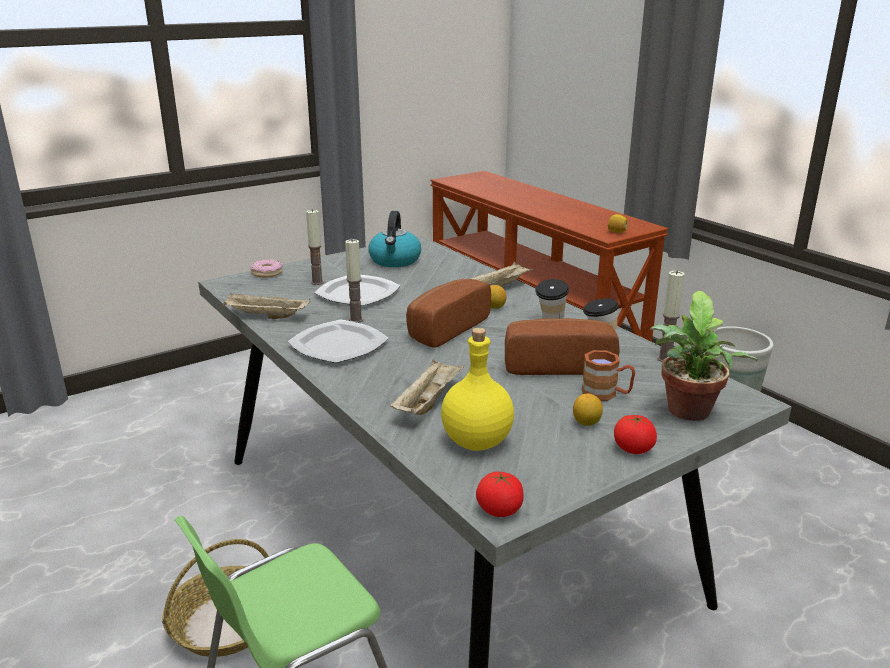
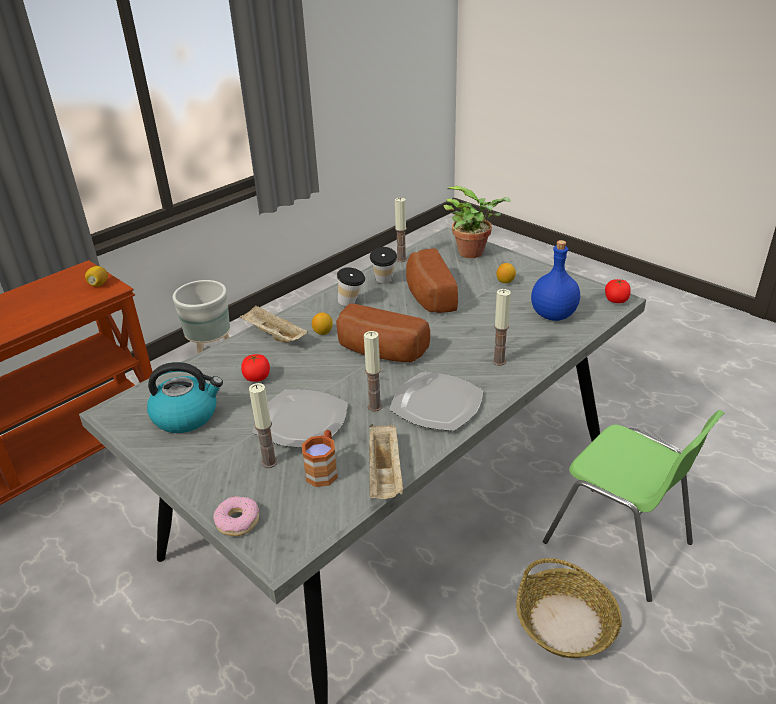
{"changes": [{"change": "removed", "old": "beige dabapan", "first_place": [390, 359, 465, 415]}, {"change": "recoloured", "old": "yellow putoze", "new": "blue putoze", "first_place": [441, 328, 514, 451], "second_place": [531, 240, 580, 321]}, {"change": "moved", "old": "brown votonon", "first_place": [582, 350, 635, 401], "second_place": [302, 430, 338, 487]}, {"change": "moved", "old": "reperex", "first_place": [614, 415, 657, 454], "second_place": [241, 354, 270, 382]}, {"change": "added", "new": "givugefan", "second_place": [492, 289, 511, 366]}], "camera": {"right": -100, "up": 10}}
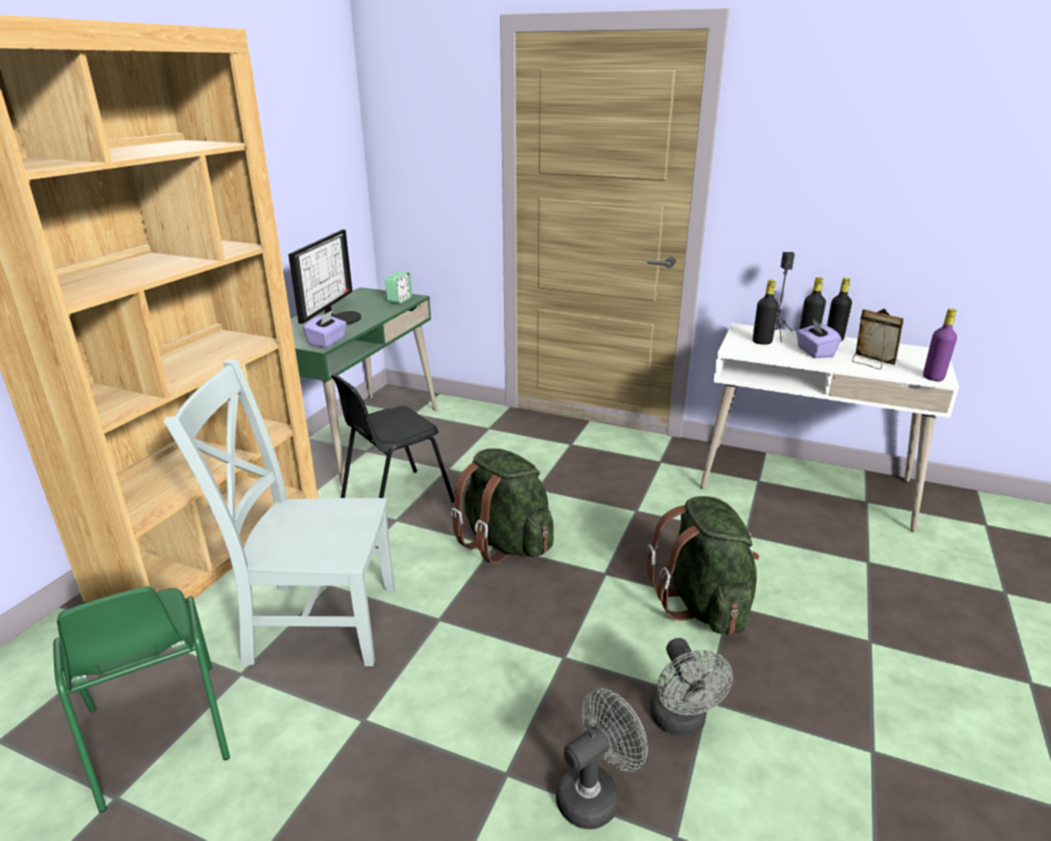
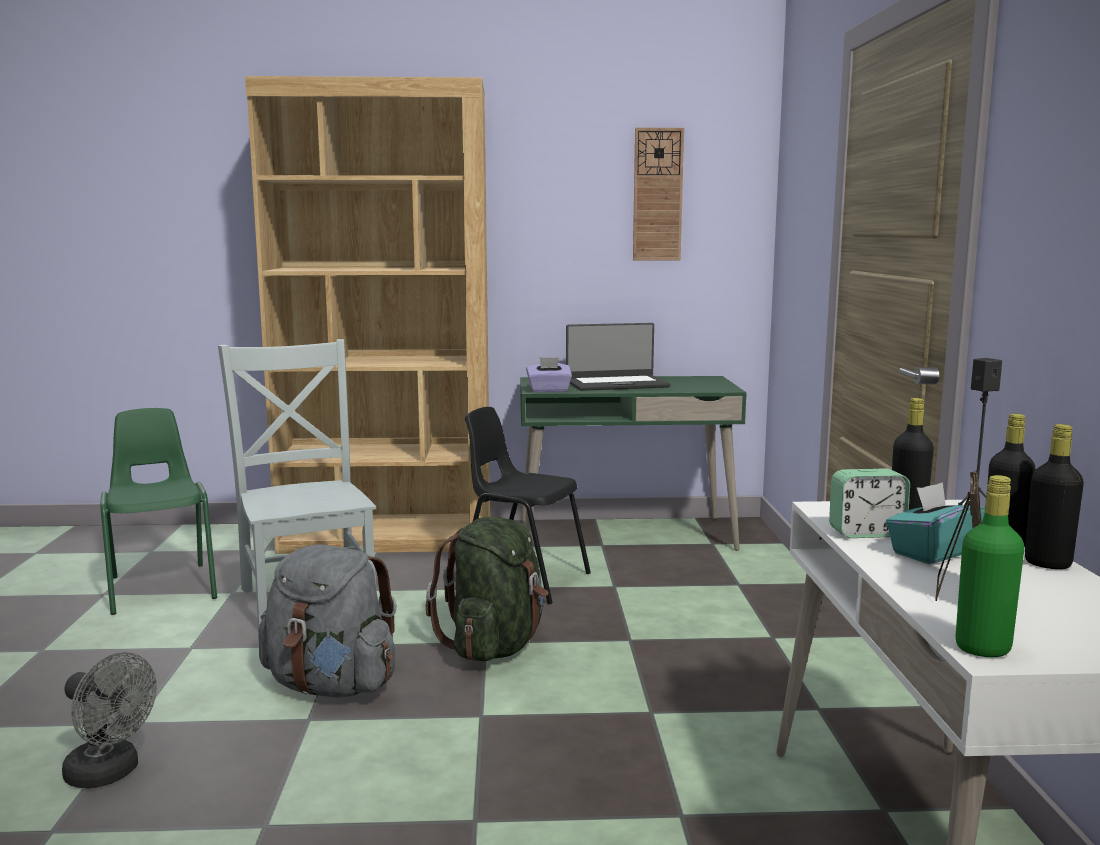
{"changes": [{"change": "turned", "old": "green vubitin", "first_place": [53, 586, 230, 813], "second_place": [100, 408, 217, 615], "degrees": 120}, {"change": "replaced", "old": "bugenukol", "new": "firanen", "first_place": [288, 230, 361, 325], "second_place": [566, 323, 670, 391]}, {"change": "moved", "old": "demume", "first_place": [385, 272, 412, 304], "second_place": [829, 468, 910, 538]}, {"change": "removed", "old": "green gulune", "first_place": [647, 496, 759, 635]}, {"change": "removed", "old": "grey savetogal", "first_place": [650, 638, 733, 735]}, {"change": "recoloured", "old": "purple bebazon", "new": "turquoise bebazon", "first_place": [796, 319, 842, 358], "second_place": [886, 482, 985, 564]}, {"change": "recoloured", "old": "purple putoze", "new": "green putoze", "first_place": [923, 308, 957, 381], "second_place": [956, 475, 1025, 657]}, {"change": "added", "new": "grey gulune", "second_place": [258, 544, 396, 698]}, {"change": "added", "new": "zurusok", "second_place": [633, 128, 684, 261]}], "camera": {"right": 65, "up": -15}}
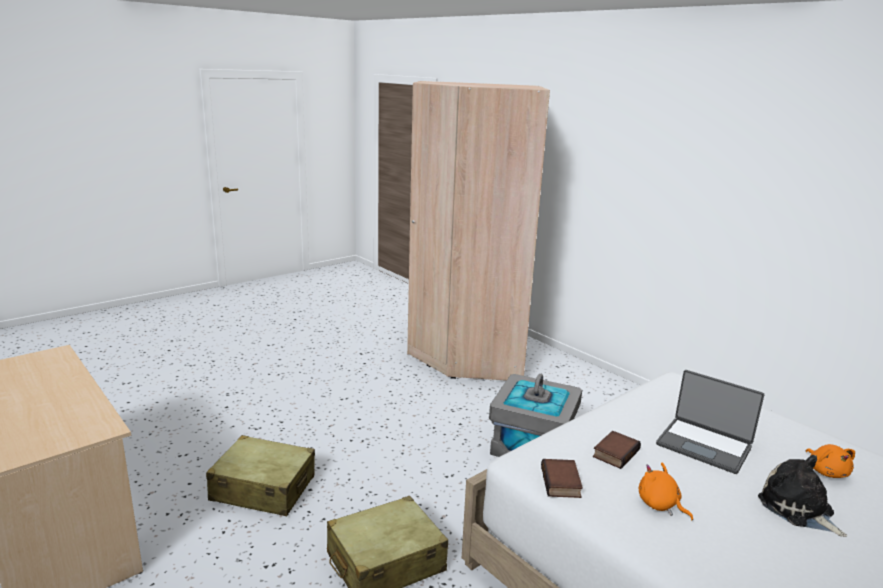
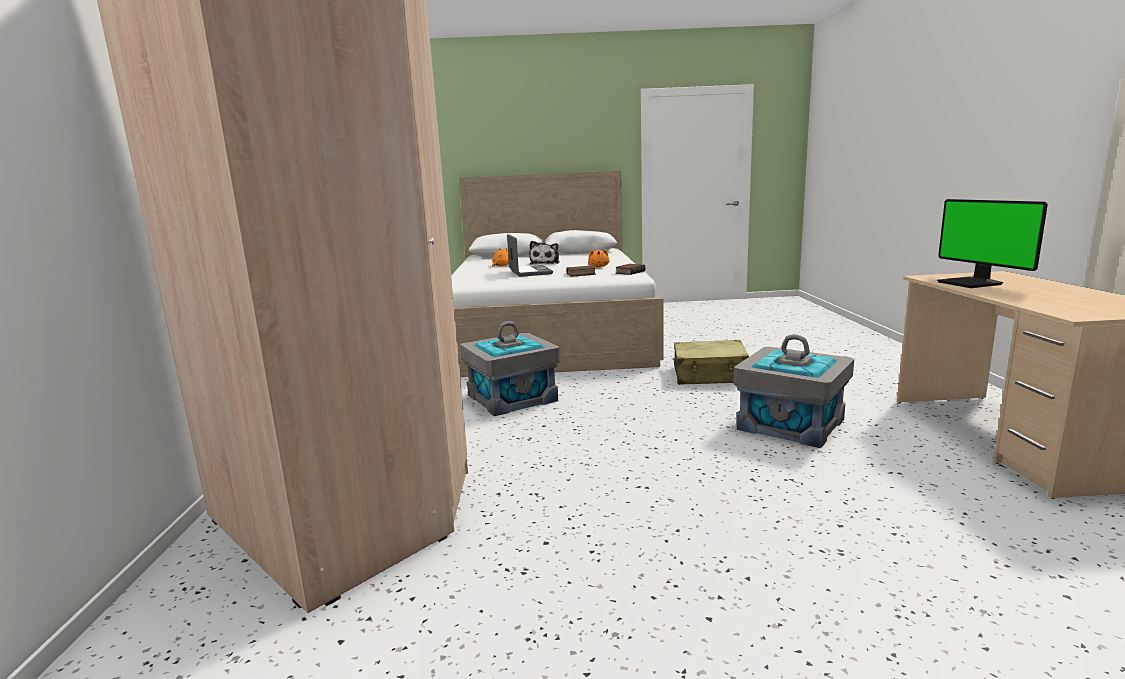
{"changes": [{"change": "replaced", "old": "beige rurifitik", "new": "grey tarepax", "first_place": [206, 435, 315, 516], "second_place": [733, 334, 854, 448]}, {"change": "added", "new": "bugenukol", "second_place": [937, 199, 1048, 288]}], "camera": {"right": -140, "up": -5}}
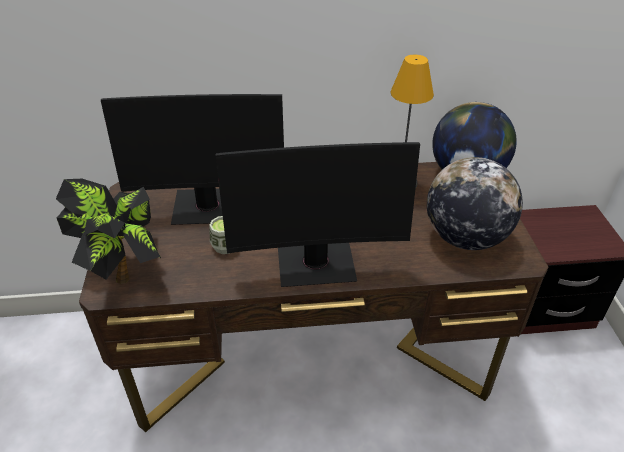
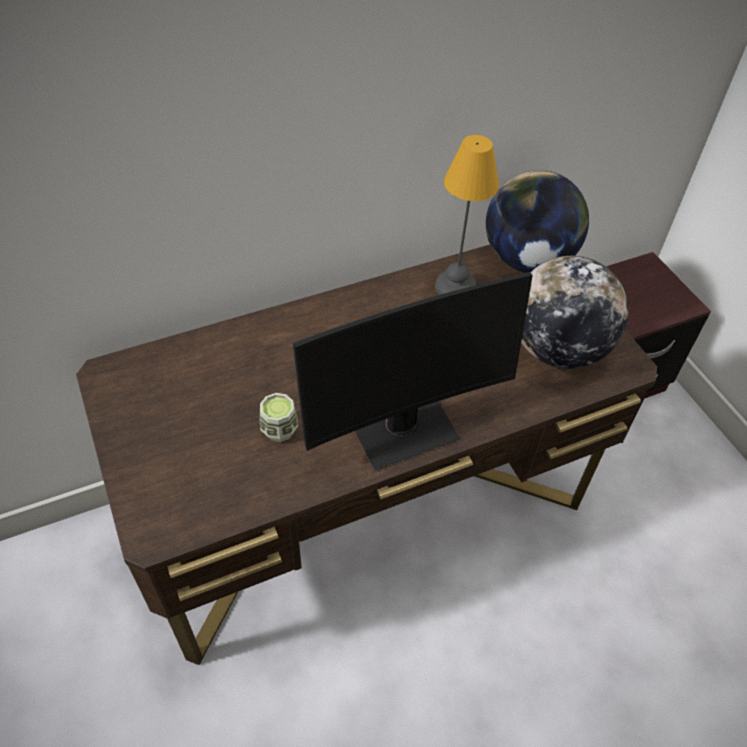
{"changes": [{"change": "removed", "old": "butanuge", "first_place": [56, 179, 161, 284]}, {"change": "removed", "old": "bugenukol", "first_place": [101, 94, 284, 225]}], "camera": {"right": -20, "up": 10}}
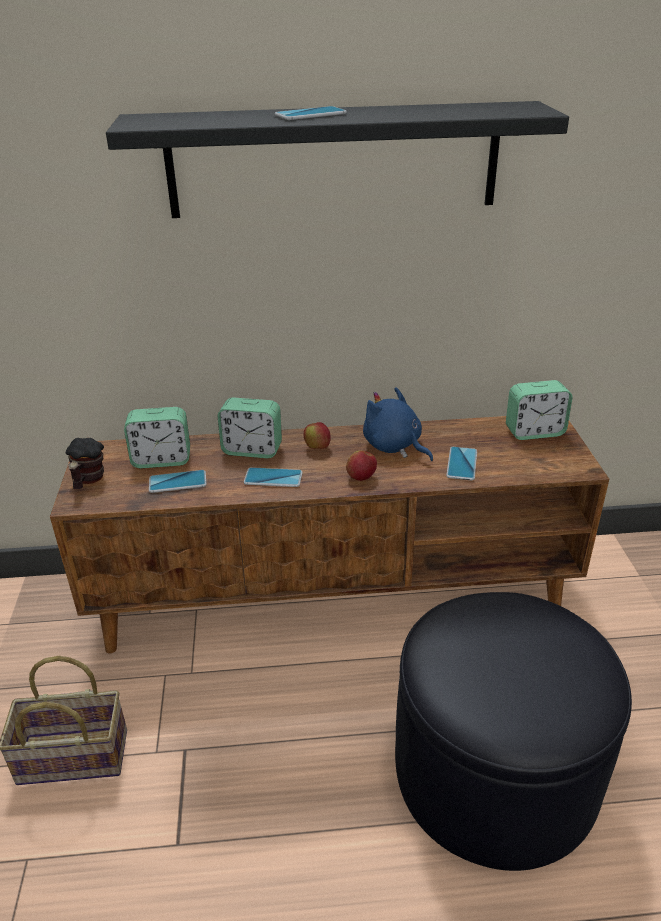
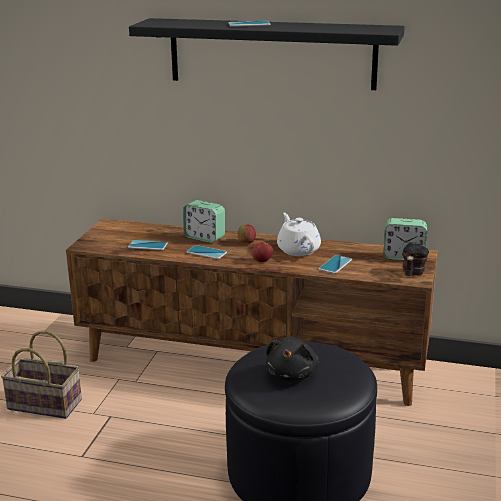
{"changes": [{"change": "moved", "old": "votonon", "first_place": [66, 438, 104, 489], "second_place": [403, 242, 429, 276]}, {"change": "removed", "old": "demume", "first_place": [124, 407, 190, 468]}, {"change": "replaced", "old": "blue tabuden", "new": "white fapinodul", "first_place": [363, 387, 433, 461], "second_place": [277, 213, 321, 256]}, {"change": "added", "new": "black tabuden", "second_place": [266, 337, 319, 381]}], "camera": {"right": 20, "up": -10}}
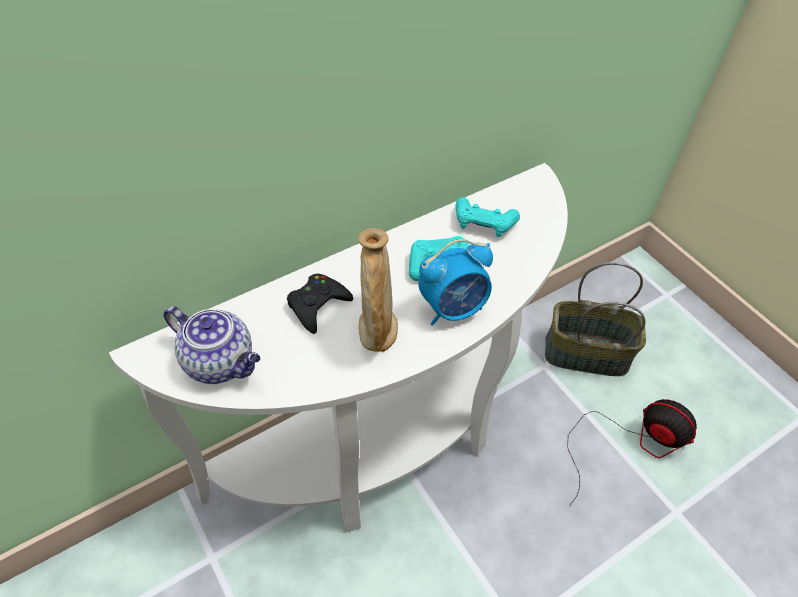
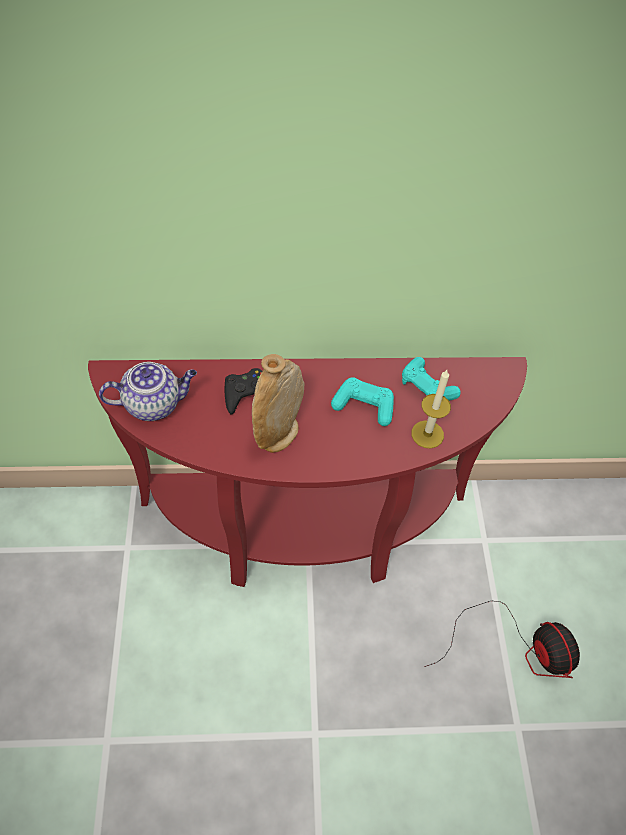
{"changes": [{"change": "recoloured", "old": "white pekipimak", "new": "red pekipimak", "first_place": [109, 163, 568, 532], "second_place": [88, 357, 527, 587]}, {"change": "turned", "old": "fapinodul", "first_place": [164, 306, 261, 384], "second_place": [99, 362, 197, 421], "degrees": -75}, {"change": "removed", "old": "demume", "first_place": [418, 239, 493, 326]}, {"change": "removed", "old": "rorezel", "first_place": [545, 262, 646, 376]}, {"change": "added", "new": "givugefan", "second_place": [411, 370, 451, 449]}], "camera": {"right": 30, "up": 5}}
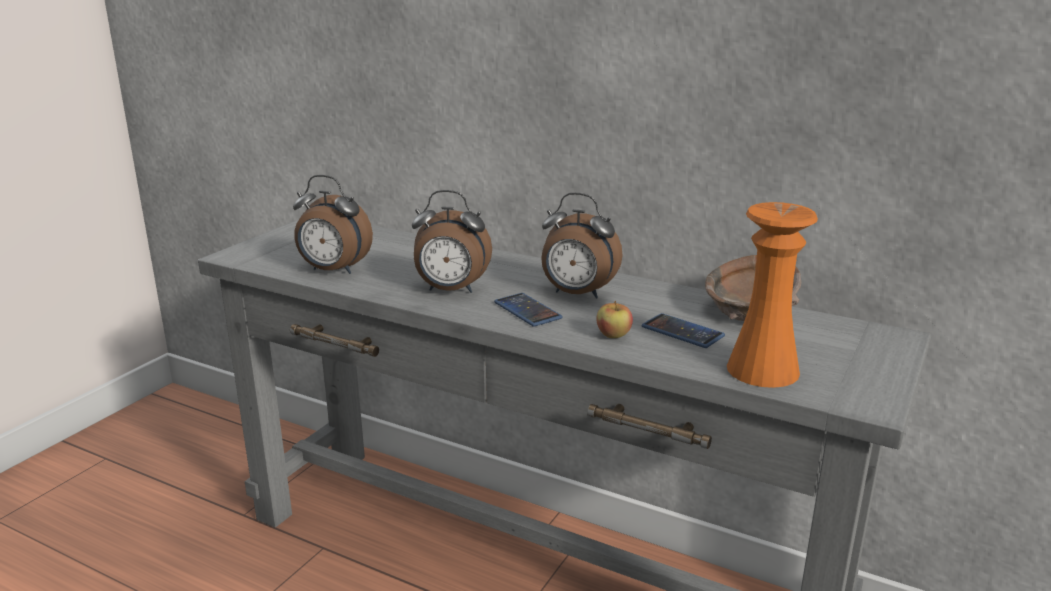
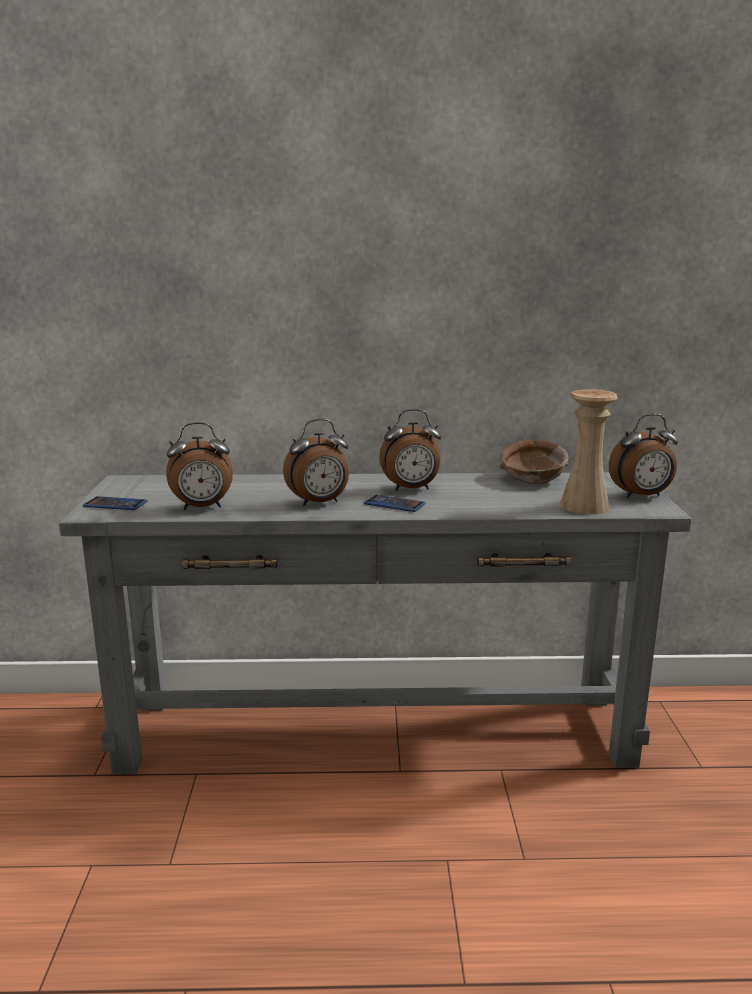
{"changes": [{"change": "removed", "old": "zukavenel", "first_place": [596, 301, 633, 338]}, {"change": "moved", "old": "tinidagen", "first_place": [642, 313, 725, 348], "second_place": [83, 496, 147, 510]}, {"change": "recoloured", "old": "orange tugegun", "new": "beige tugegun", "first_place": [727, 202, 818, 388], "second_place": [560, 390, 617, 514]}, {"change": "added", "new": "demume", "second_place": [609, 414, 678, 498]}], "camera": {"right": -30, "up": -5}}
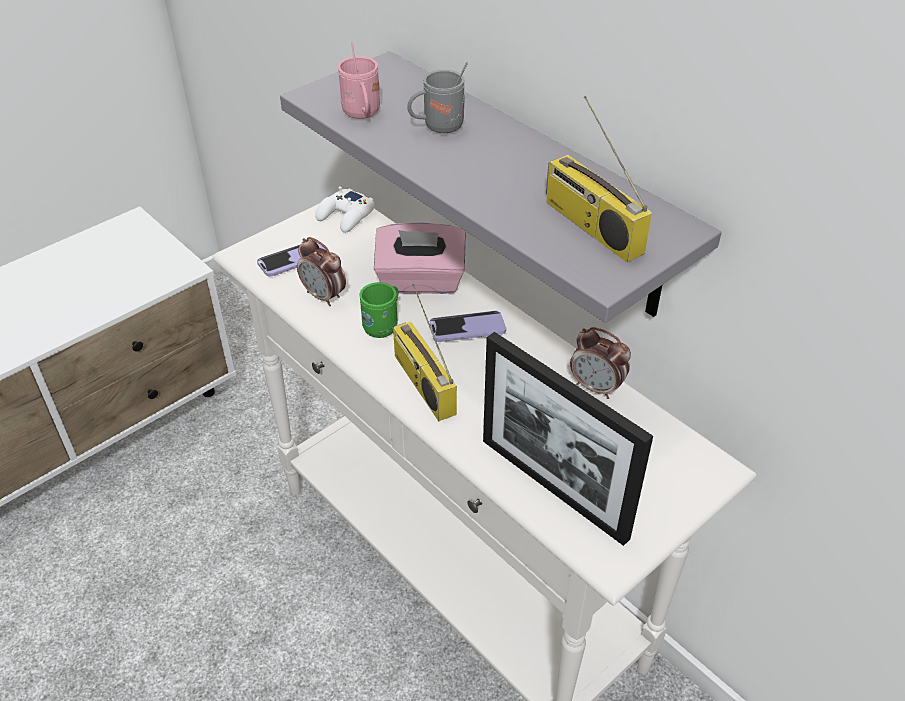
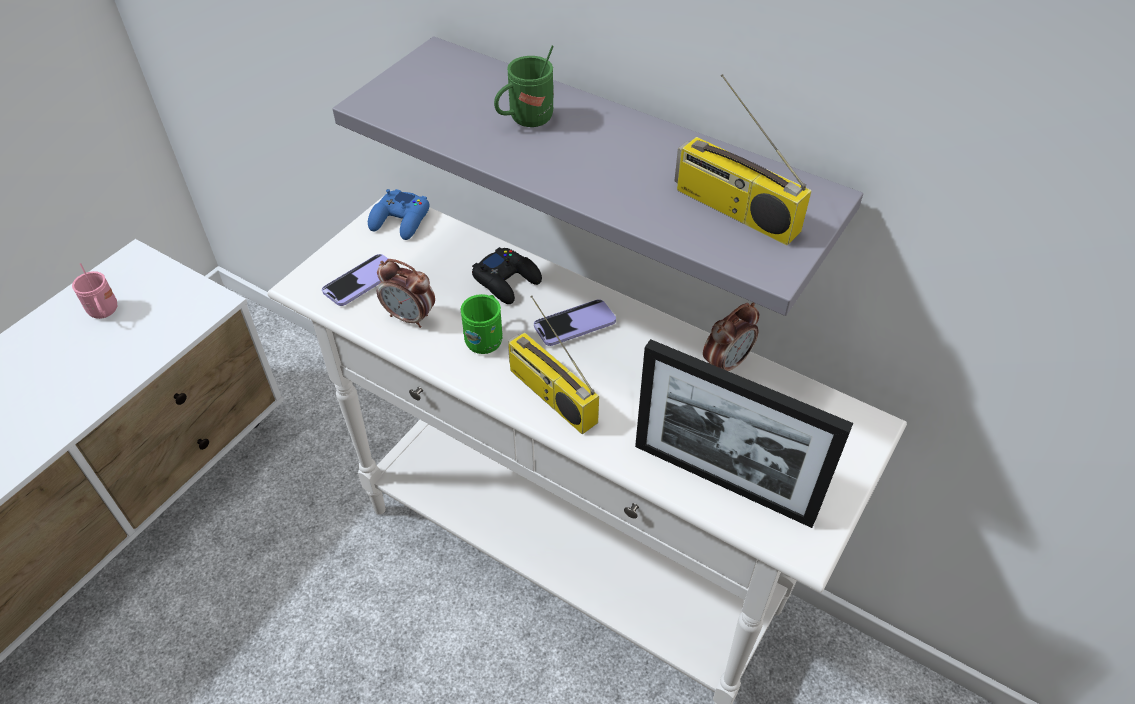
{"changes": [{"change": "recoloured", "old": "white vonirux", "new": "blue vonirux", "first_place": [315, 186, 374, 233], "second_place": [368, 189, 430, 240]}, {"change": "moved", "old": "pink votonon", "first_place": [338, 42, 380, 119], "second_place": [72, 263, 118, 319]}, {"change": "replaced", "old": "pink bebazon", "new": "black vonirux", "first_place": [374, 222, 466, 294], "second_place": [472, 247, 542, 304]}, {"change": "recoloured", "old": "grey votonon", "new": "green votonon", "first_place": [407, 62, 468, 133], "second_place": [494, 46, 554, 127]}, {"change": "turned", "old": "demume", "first_place": [570, 327, 631, 399], "second_place": [703, 303, 759, 371], "degrees": -60}], "camera": {"right": -15, "up": 5}}
